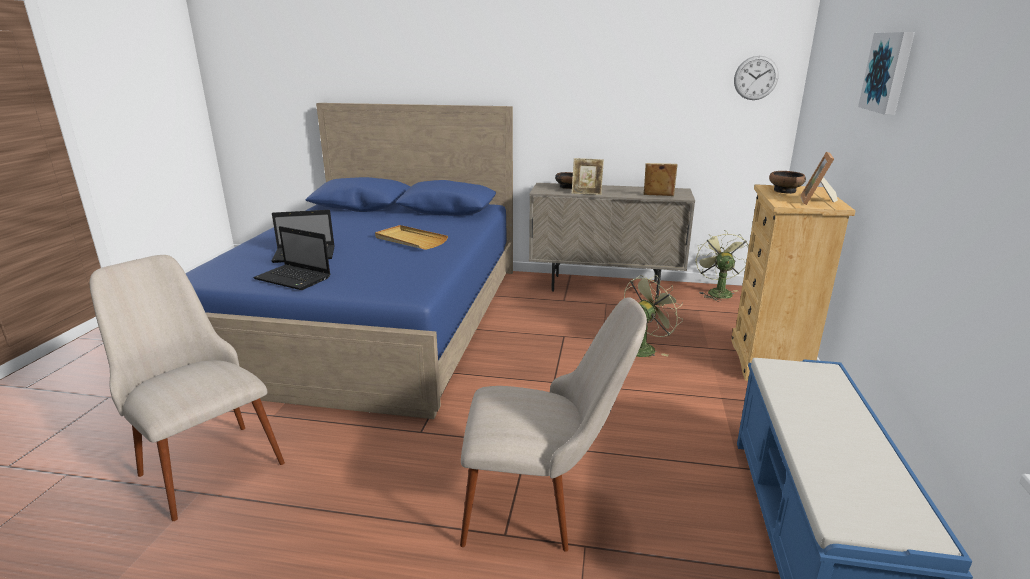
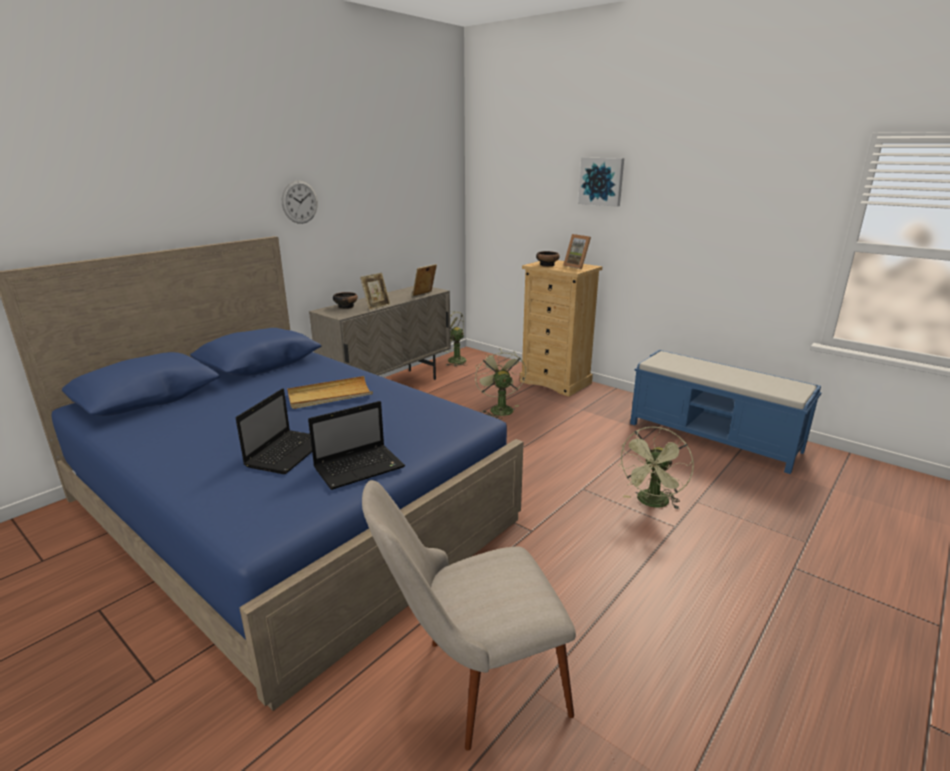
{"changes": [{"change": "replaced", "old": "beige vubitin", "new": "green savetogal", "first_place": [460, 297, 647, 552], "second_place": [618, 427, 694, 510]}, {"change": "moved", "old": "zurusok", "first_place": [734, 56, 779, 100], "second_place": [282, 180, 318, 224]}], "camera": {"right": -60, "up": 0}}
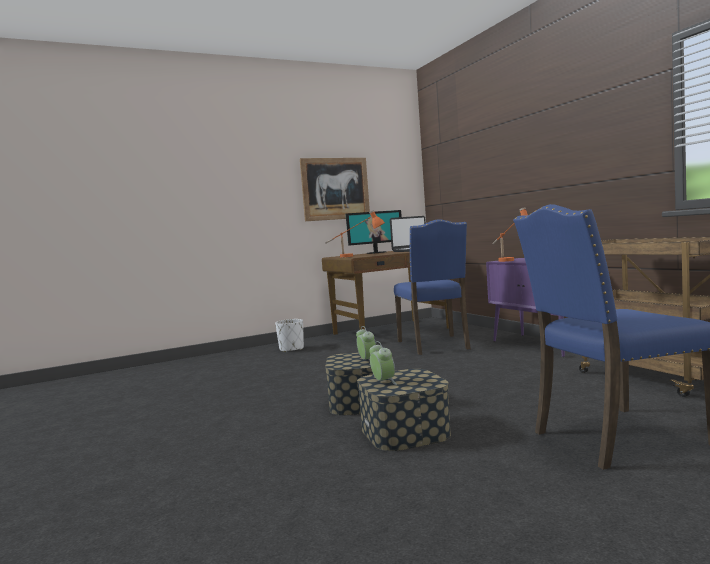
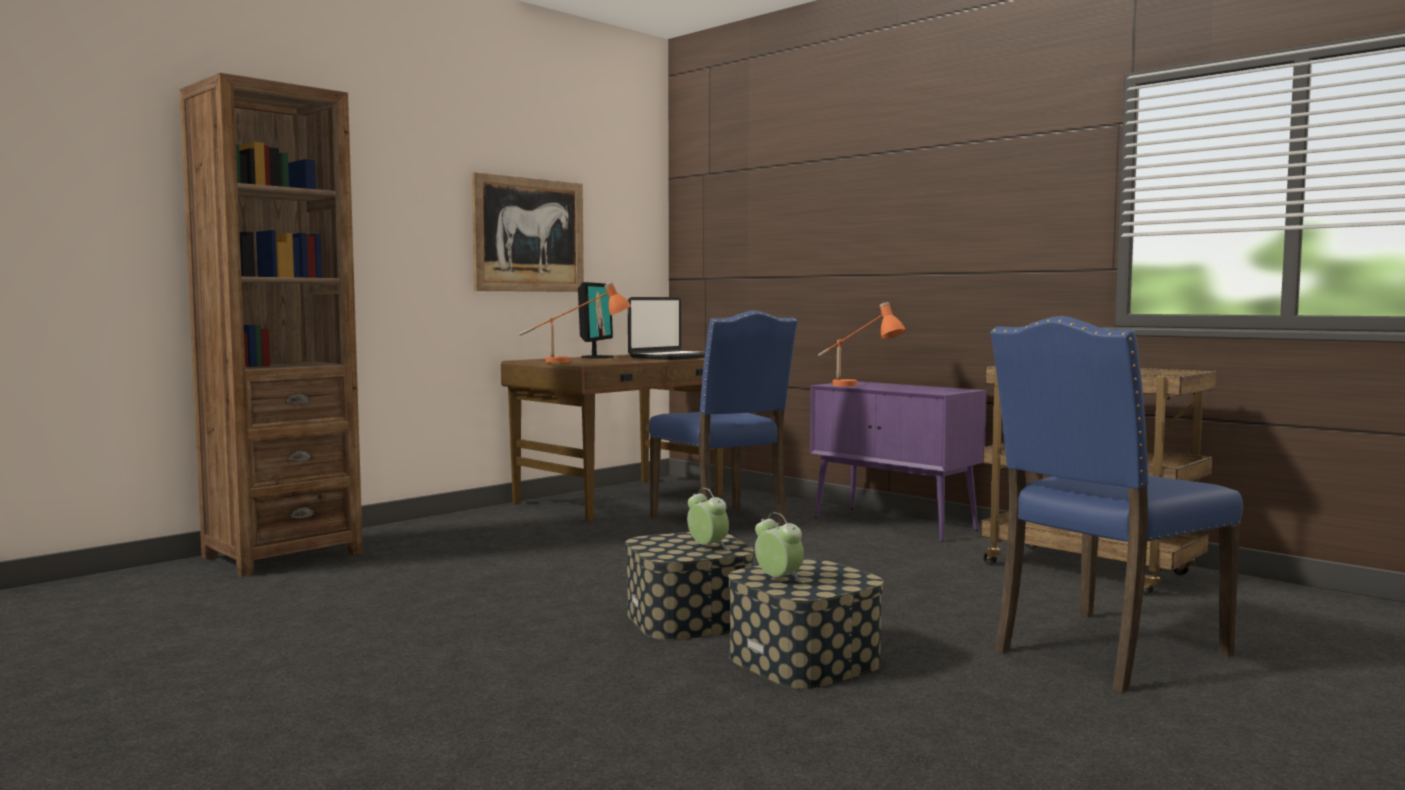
{"changes": [{"change": "removed", "old": "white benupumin", "first_place": [275, 319, 304, 352]}, {"change": "turned", "old": "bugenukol", "first_place": [346, 210, 402, 254], "second_place": [578, 282, 614, 358], "degrees": -45}, {"change": "added", "new": "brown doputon", "second_place": [179, 73, 363, 577]}], "camera": {"right": -20, "up": 0}}
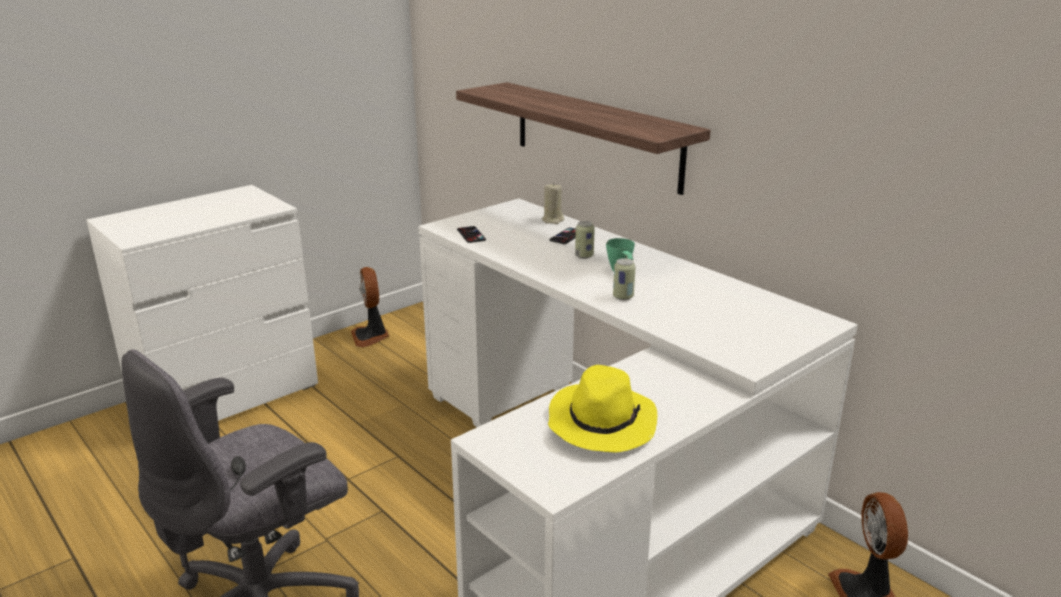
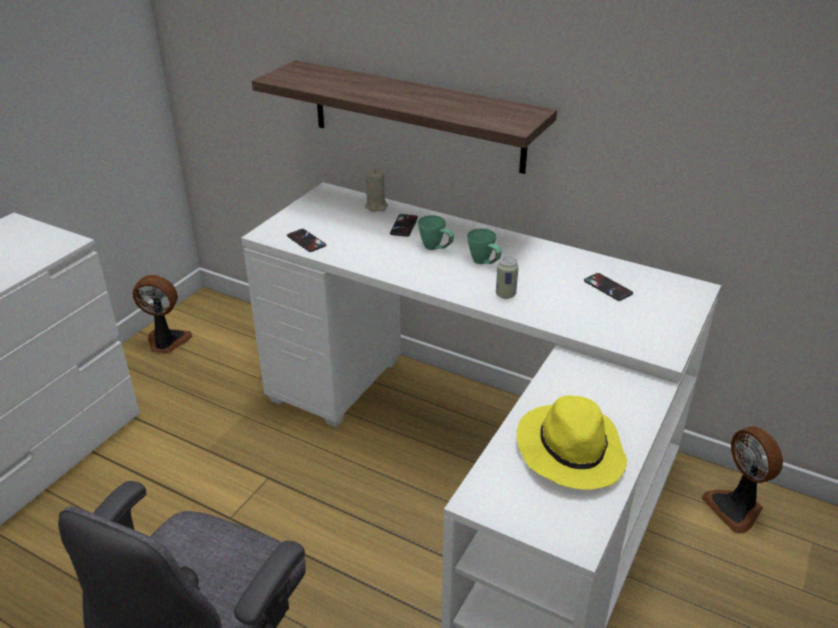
{"changes": [{"change": "turned", "old": "savetogal", "first_place": [351, 267, 389, 347], "second_place": [133, 275, 193, 353], "degrees": 135}, {"change": "replaced", "old": "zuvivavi", "new": "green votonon", "first_place": [575, 221, 595, 259], "second_place": [418, 215, 454, 250]}, {"change": "added", "new": "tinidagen", "second_place": [584, 273, 633, 301]}], "camera": {"right": -20, "up": 10}}
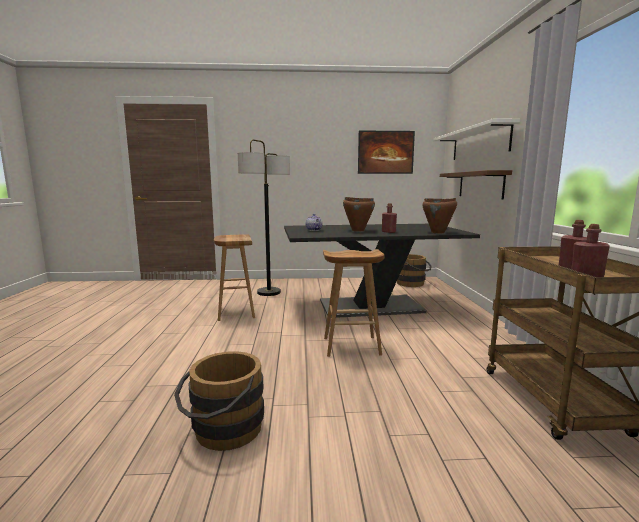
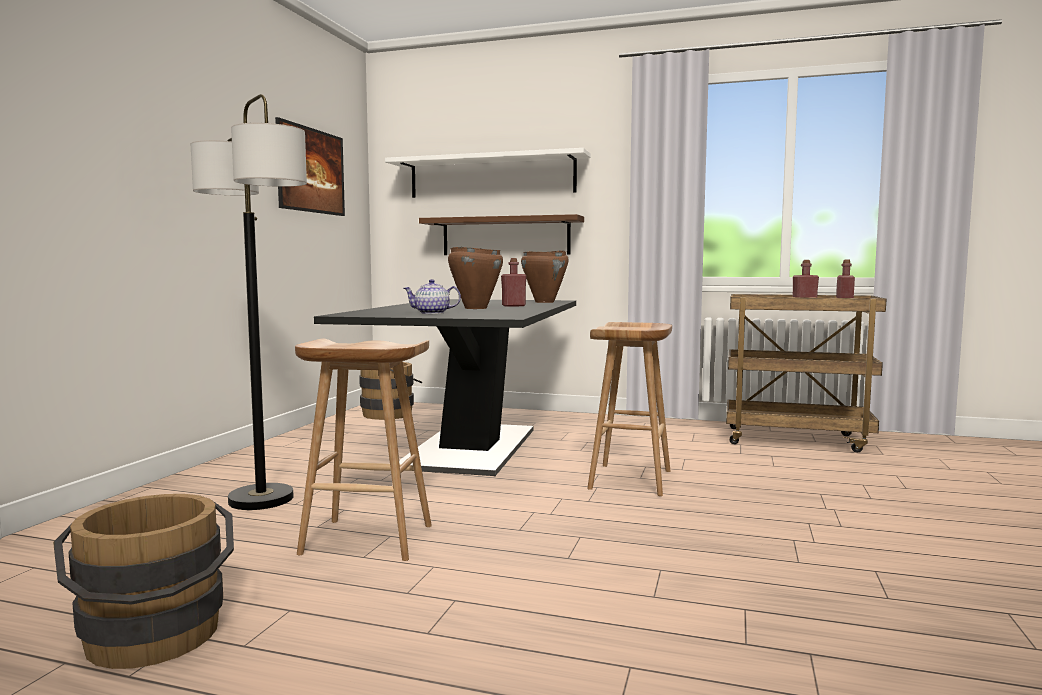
{"changes": [{"change": "moved", "old": "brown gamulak", "first_place": [174, 351, 264, 451], "second_place": [53, 494, 234, 669]}], "camera": {"right": -70, "up": -5}}
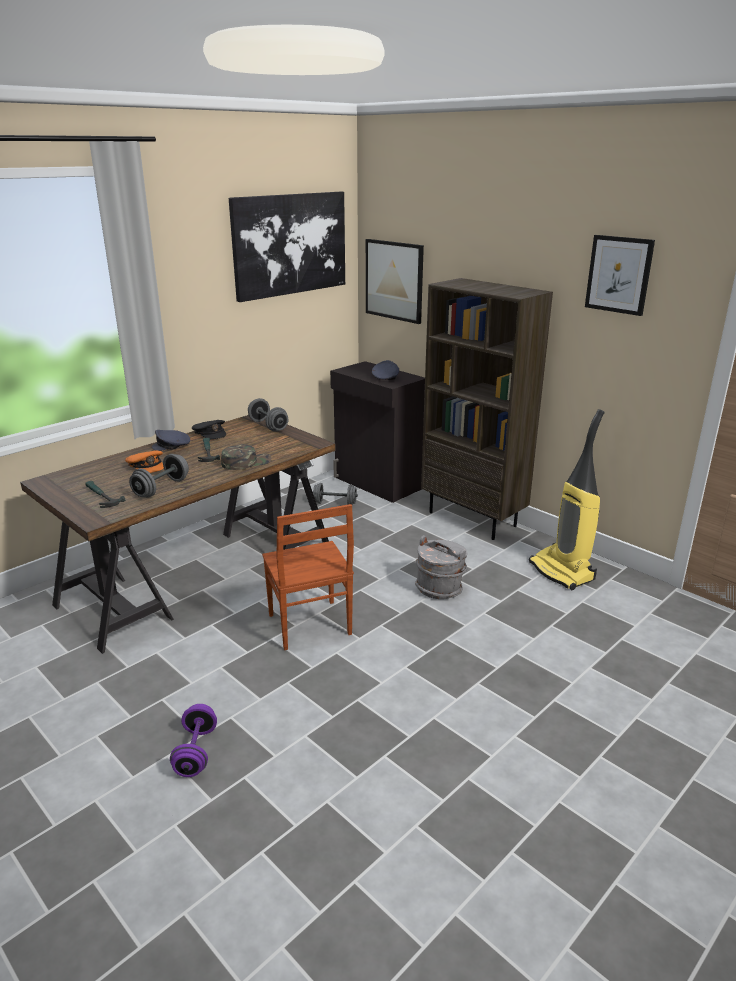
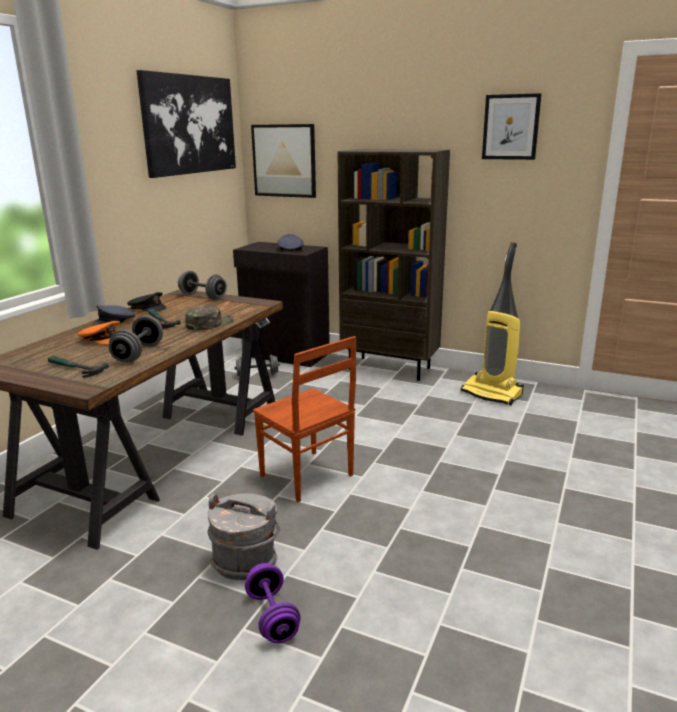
{"changes": [{"change": "moved", "old": "grey gamulak", "first_place": [415, 535, 467, 599], "second_place": [207, 493, 280, 580]}], "camera": {"right": -20, "up": -5}}
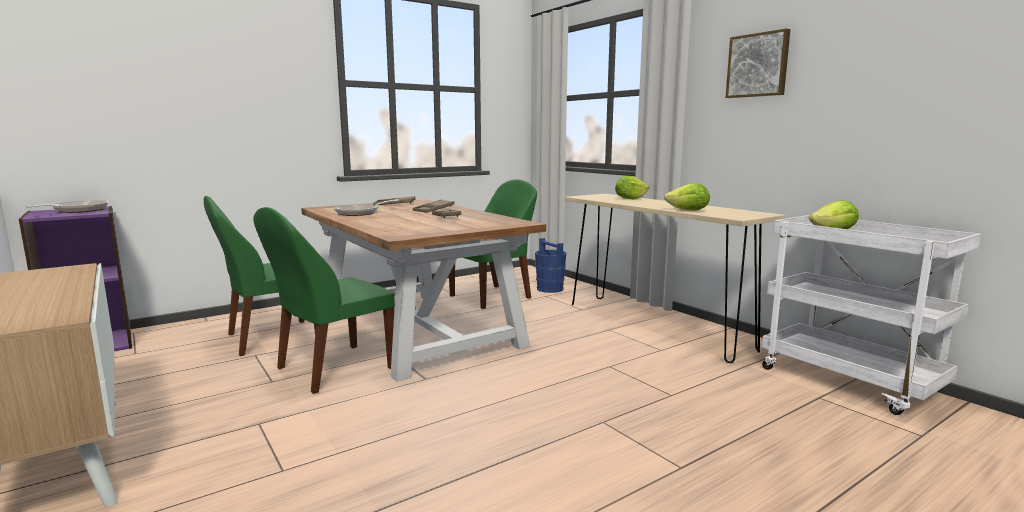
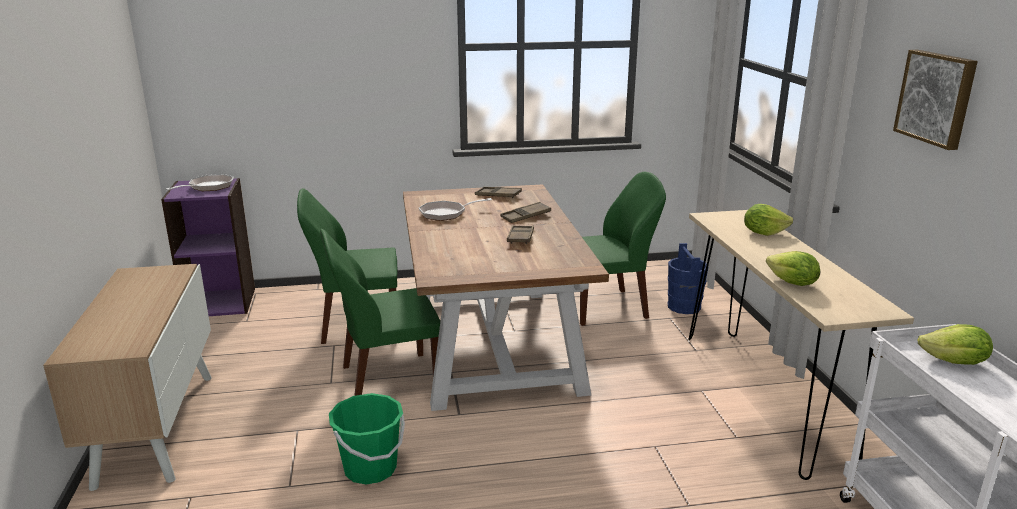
{"changes": [{"change": "added", "new": "green gamulak", "second_place": [329, 393, 405, 484]}], "camera": {"right": 25, "up": 10}}
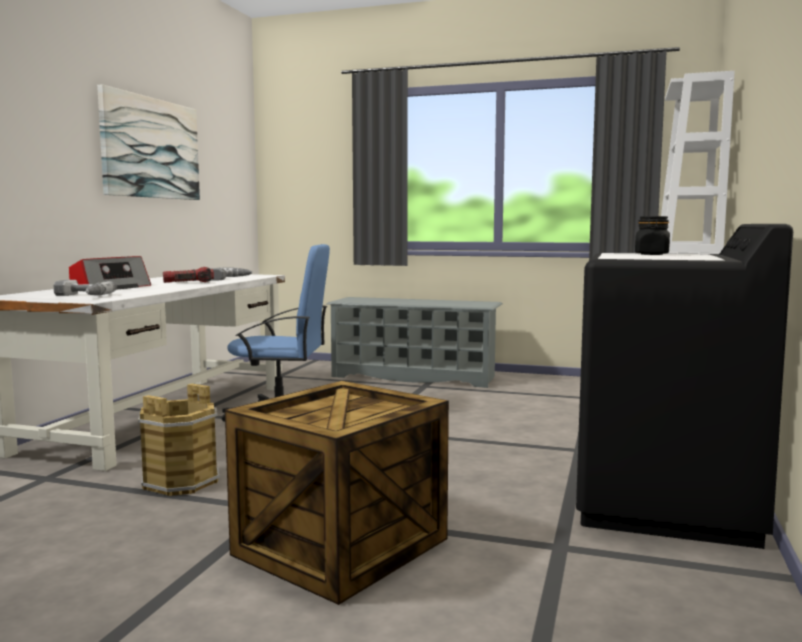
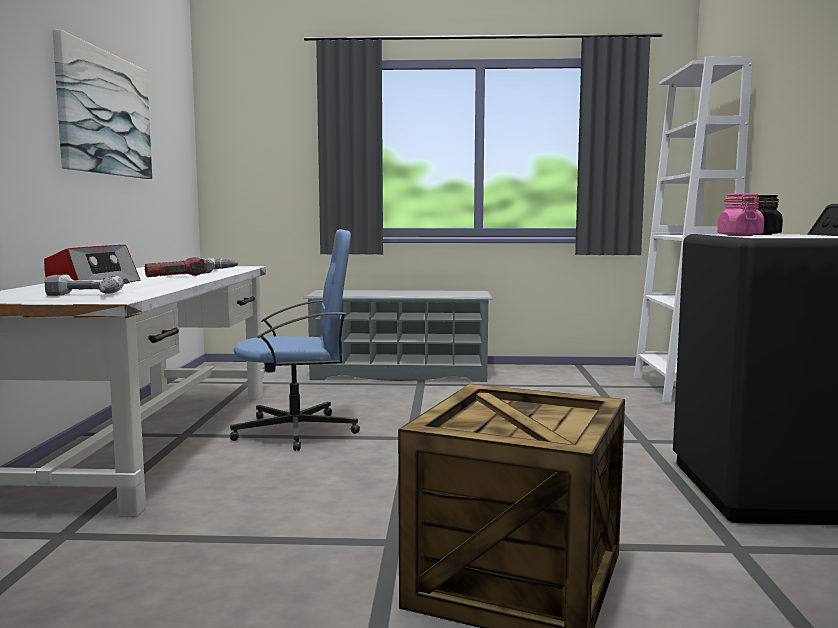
{"changes": [{"change": "removed", "old": "brown gamulak", "first_place": [138, 384, 220, 496]}, {"change": "added", "new": "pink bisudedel", "second_place": [717, 193, 764, 236]}], "camera": {"right": -15, "up": 0}}
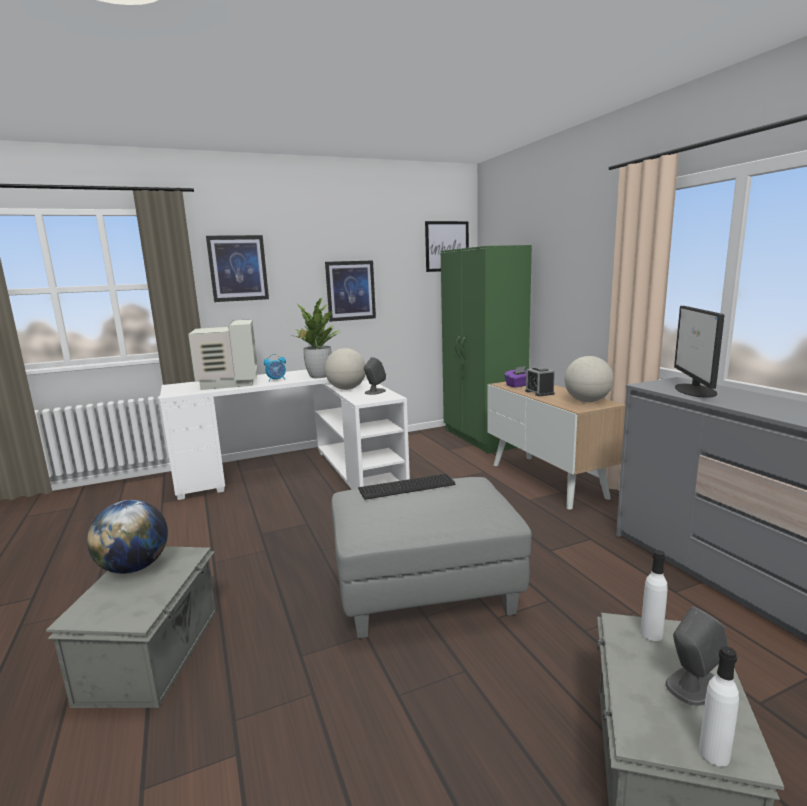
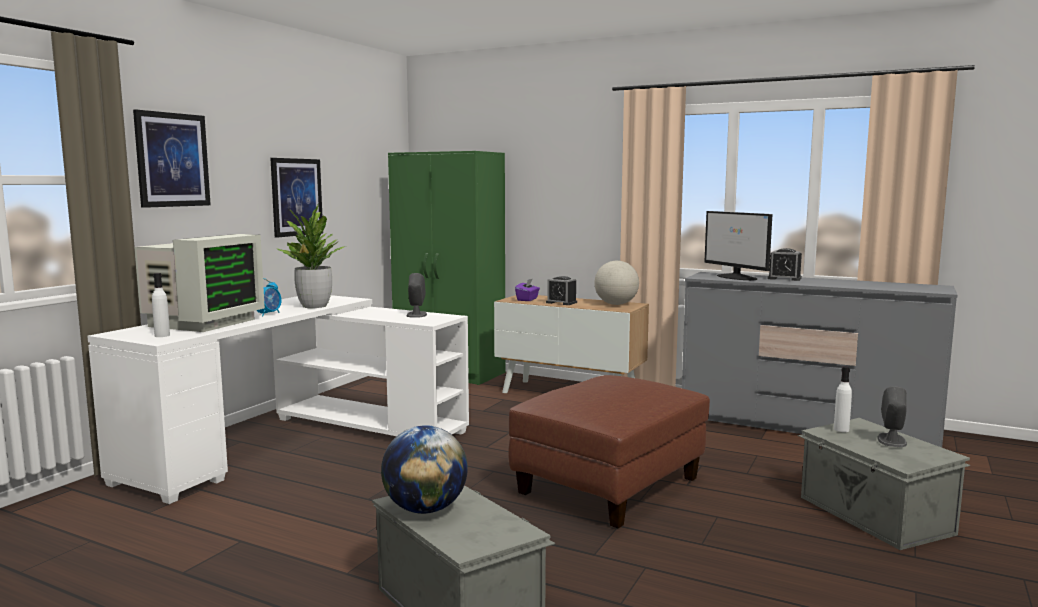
{"changes": [{"change": "turned", "old": "bugenukol", "first_place": [188, 319, 258, 390], "second_place": [134, 234, 265, 332], "degrees": 75}, {"change": "removed", "old": "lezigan", "first_place": [325, 348, 366, 390]}, {"change": "recoloured", "old": "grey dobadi", "new": "brown dobadi", "first_place": [331, 477, 532, 638], "second_place": [508, 375, 710, 528]}, {"change": "removed", "old": "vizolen", "first_place": [358, 474, 456, 500]}, {"change": "removed", "old": "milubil", "first_place": [425, 221, 469, 272]}, {"change": "moved", "old": "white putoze", "first_place": [699, 646, 739, 767], "second_place": [152, 273, 170, 337]}, {"change": "added", "new": "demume", "second_place": [768, 248, 802, 281]}], "camera": {"right": -40, "up": -5}}
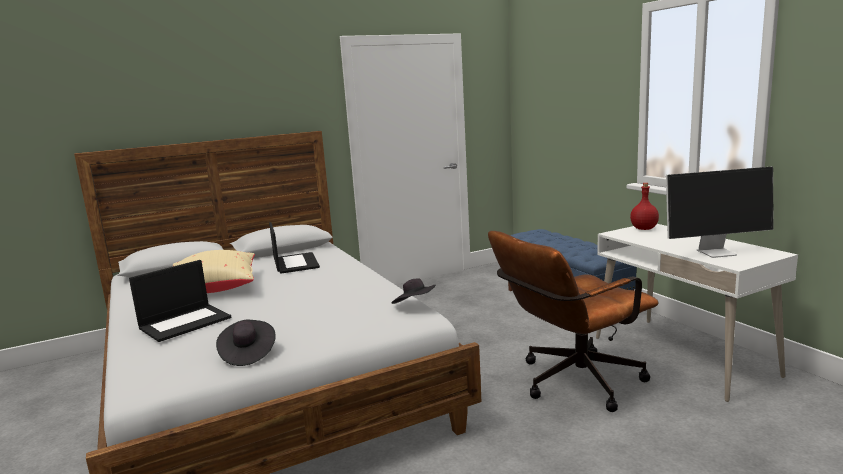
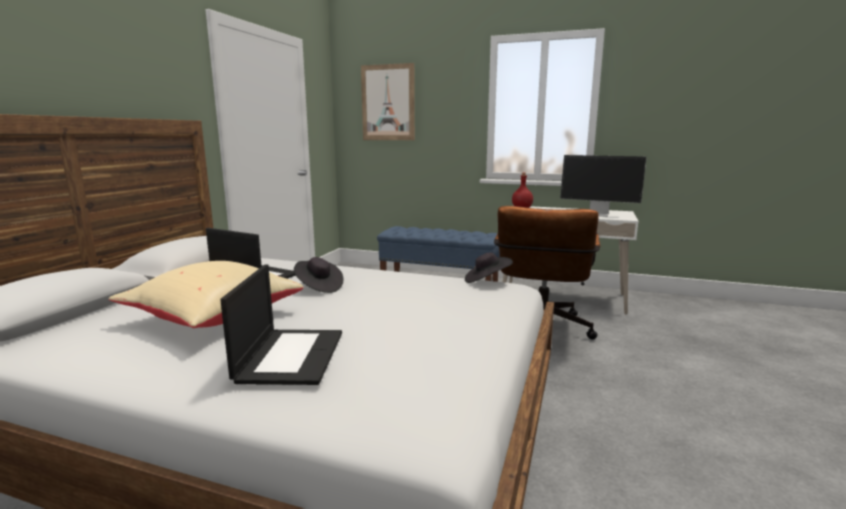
{"changes": [{"change": "moved", "old": "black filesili", "first_place": [216, 320, 276, 366], "second_place": [294, 257, 343, 293]}, {"change": "turned", "old": "bugenukol", "first_place": [666, 167, 774, 258], "second_place": [560, 155, 647, 217], "degrees": 75}, {"change": "added", "new": "milubil", "second_place": [361, 63, 415, 140]}], "camera": {"right": -45, "up": 0}}
